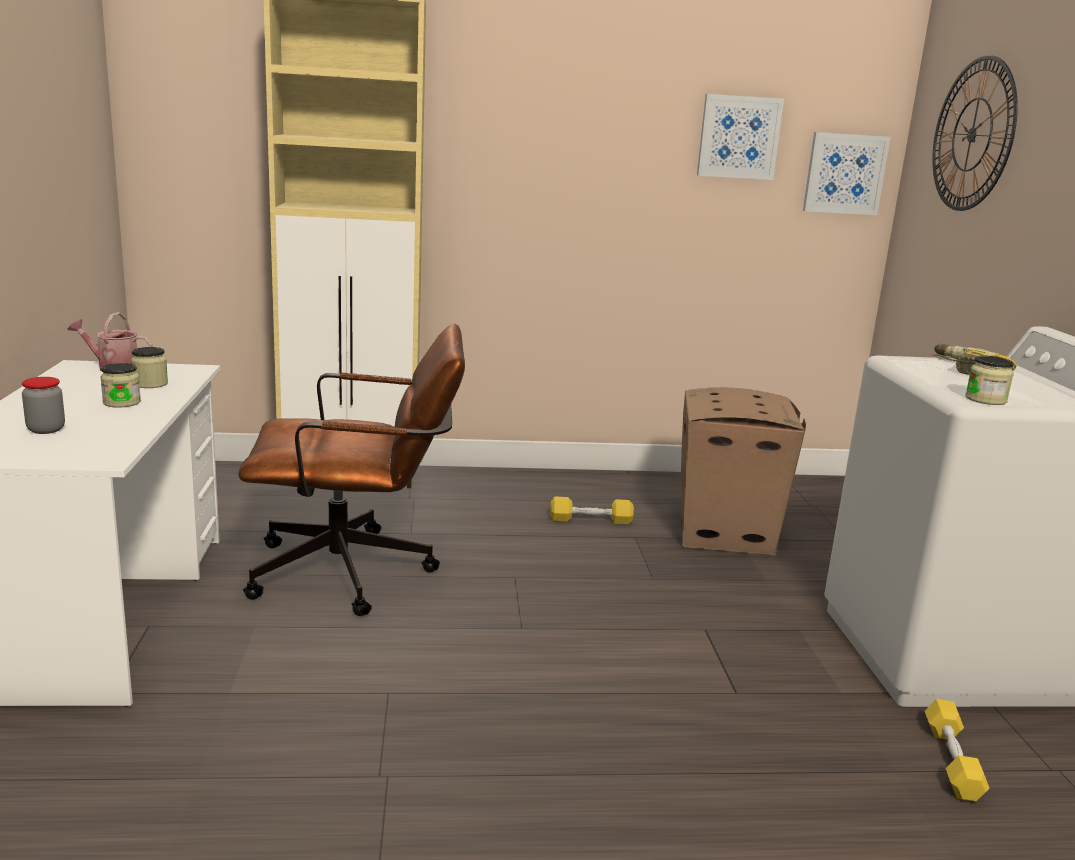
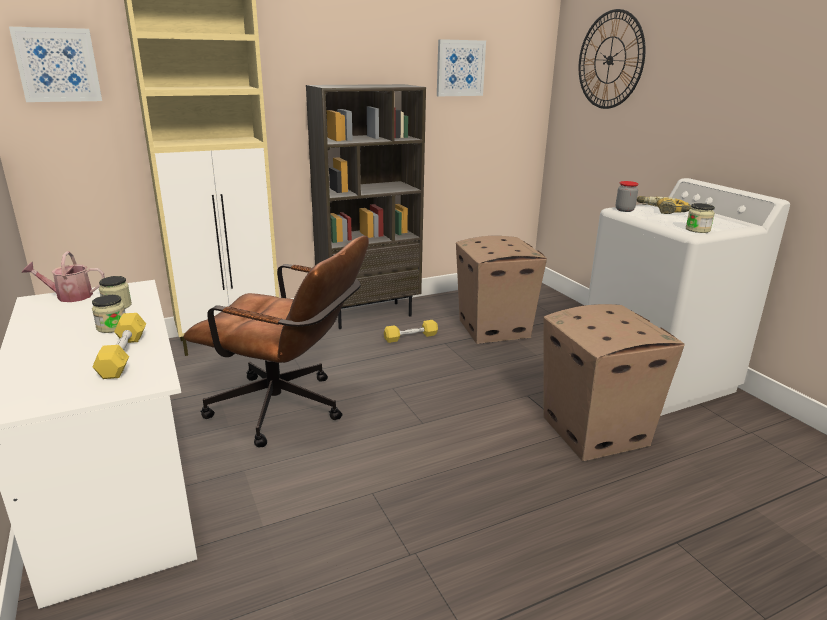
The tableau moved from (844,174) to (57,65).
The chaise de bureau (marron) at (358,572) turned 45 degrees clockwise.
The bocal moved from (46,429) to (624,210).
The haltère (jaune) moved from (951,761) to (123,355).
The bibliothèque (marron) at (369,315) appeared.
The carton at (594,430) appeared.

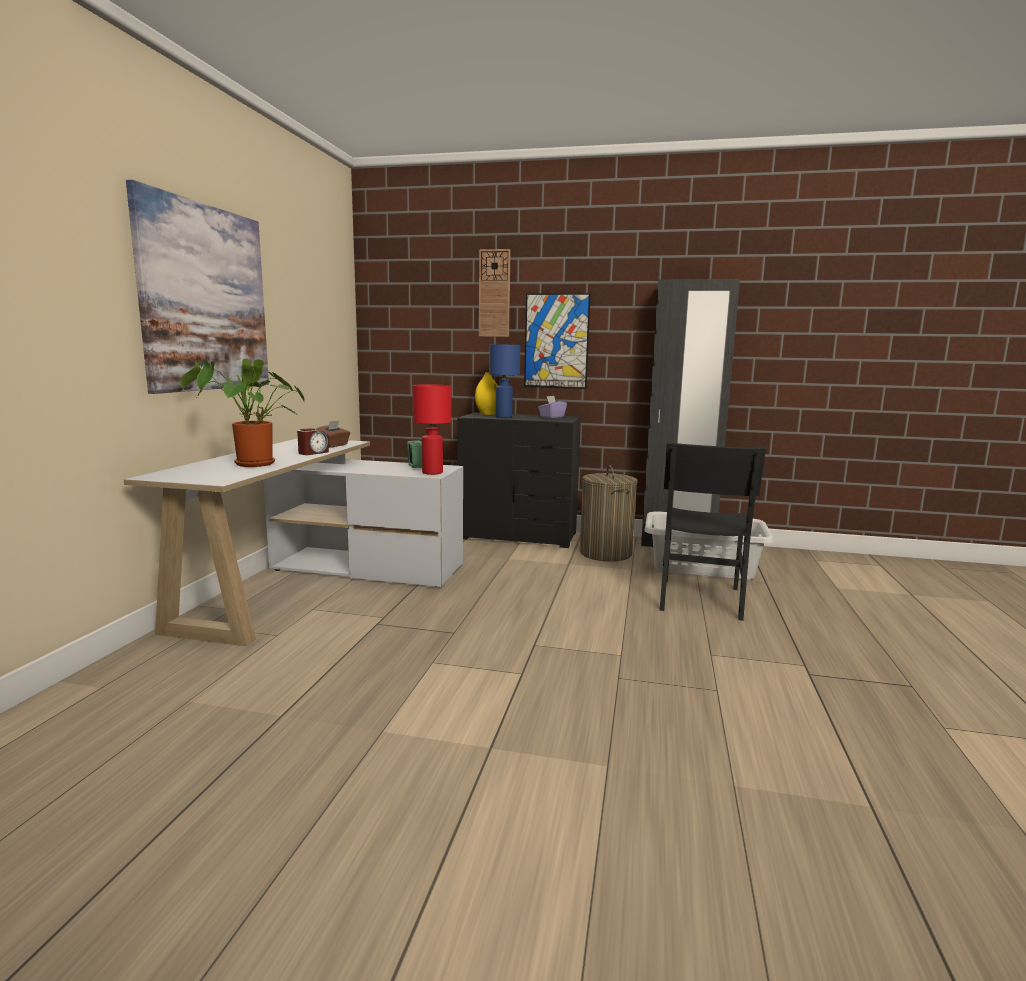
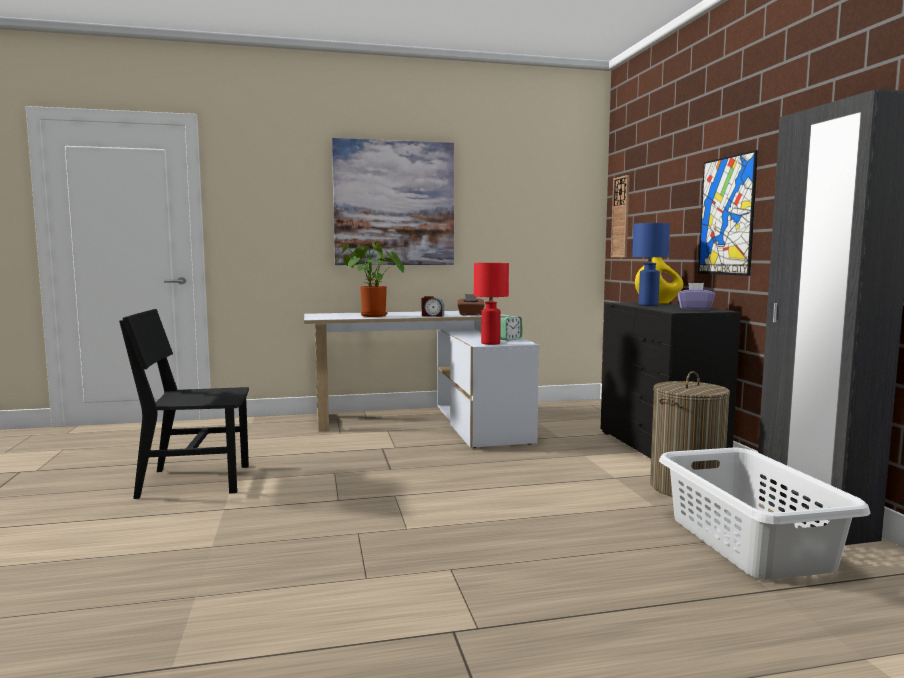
The horloge murale moved from (494,293) to (621,217).
The chaise (noir) moved from (700,598) to (195,481).

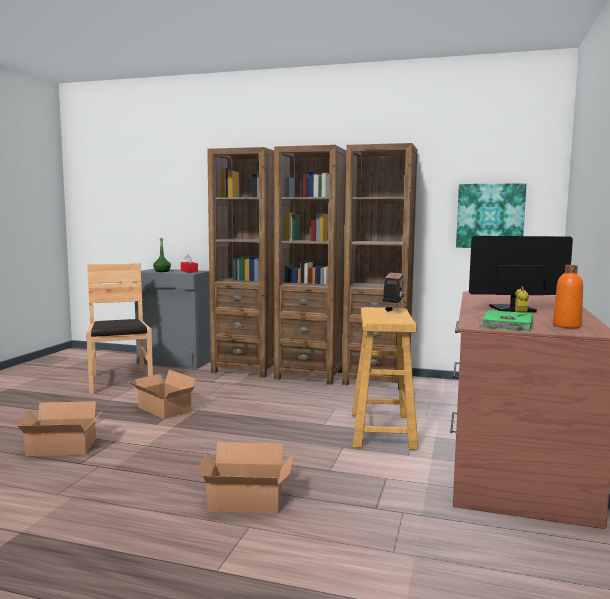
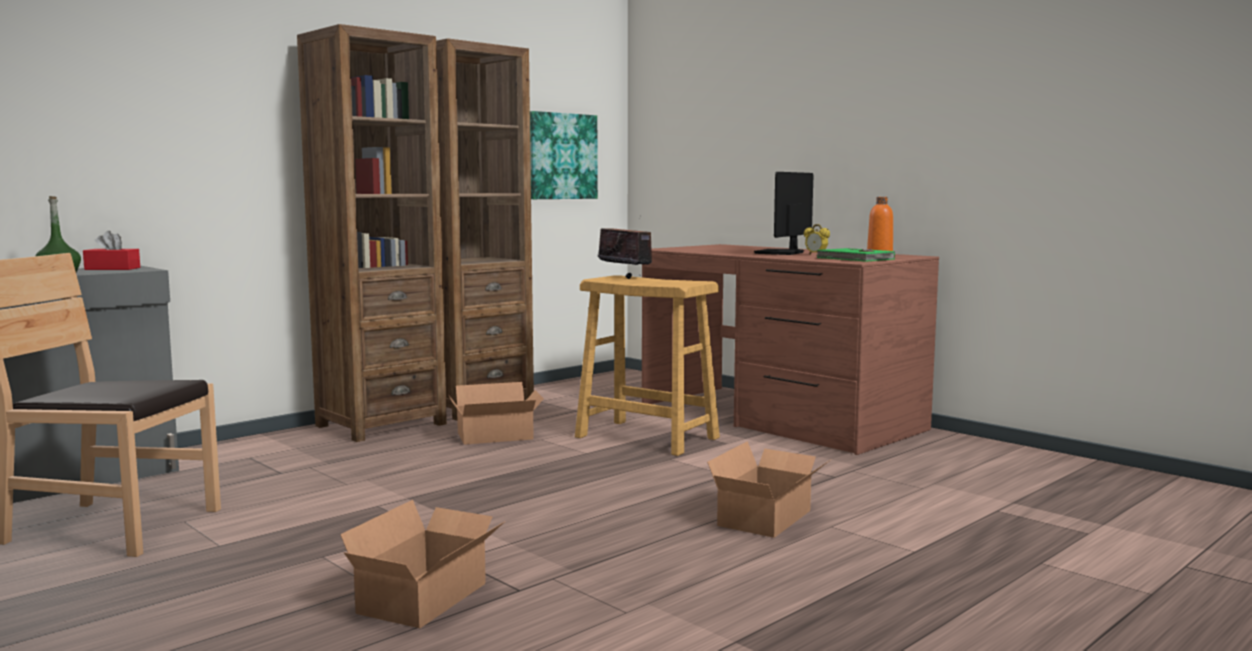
The bibliothèque (marron) at (246,369) disappeared.
The carton moved from (163,410) to (497,436).

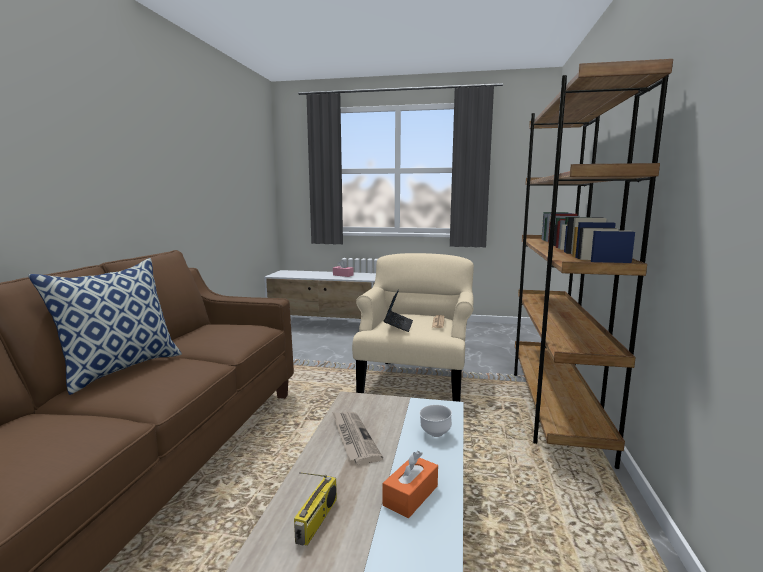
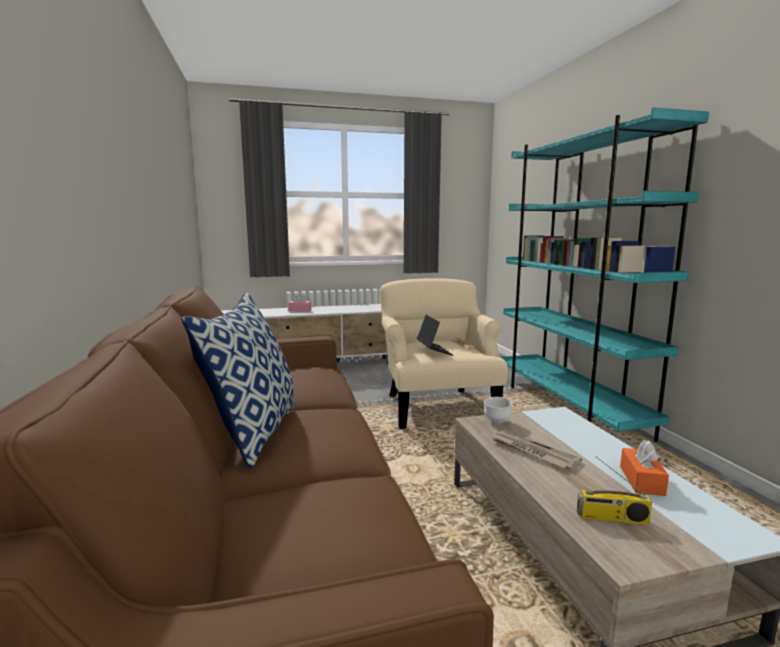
The bibliothèque (marron) at (554,406) became the bibliothèque (turquoise) at (568,406).
The bol (blanc) moved from (435,434) to (497,421).
The radio at (317,521) turned 105 degrees clockwise.

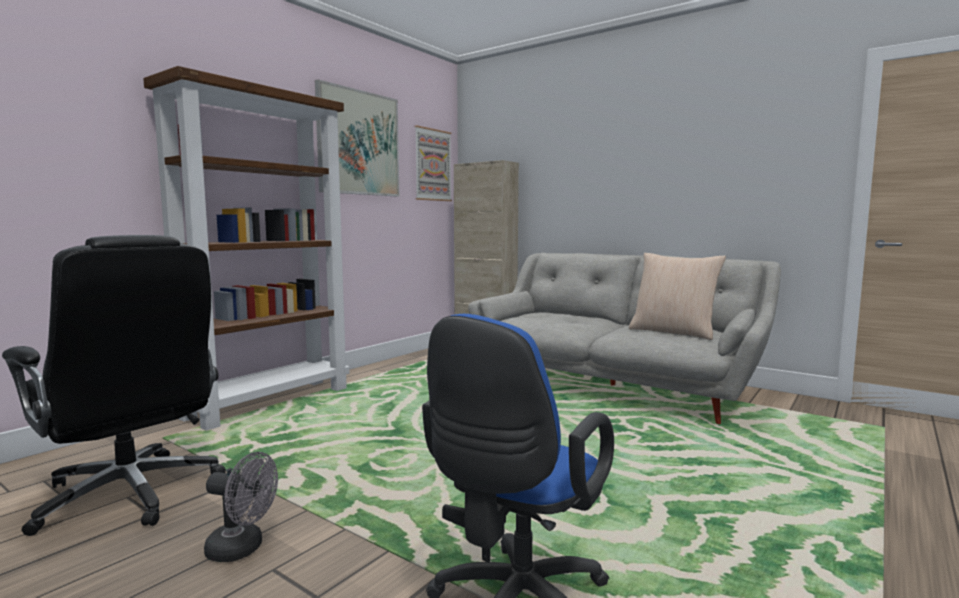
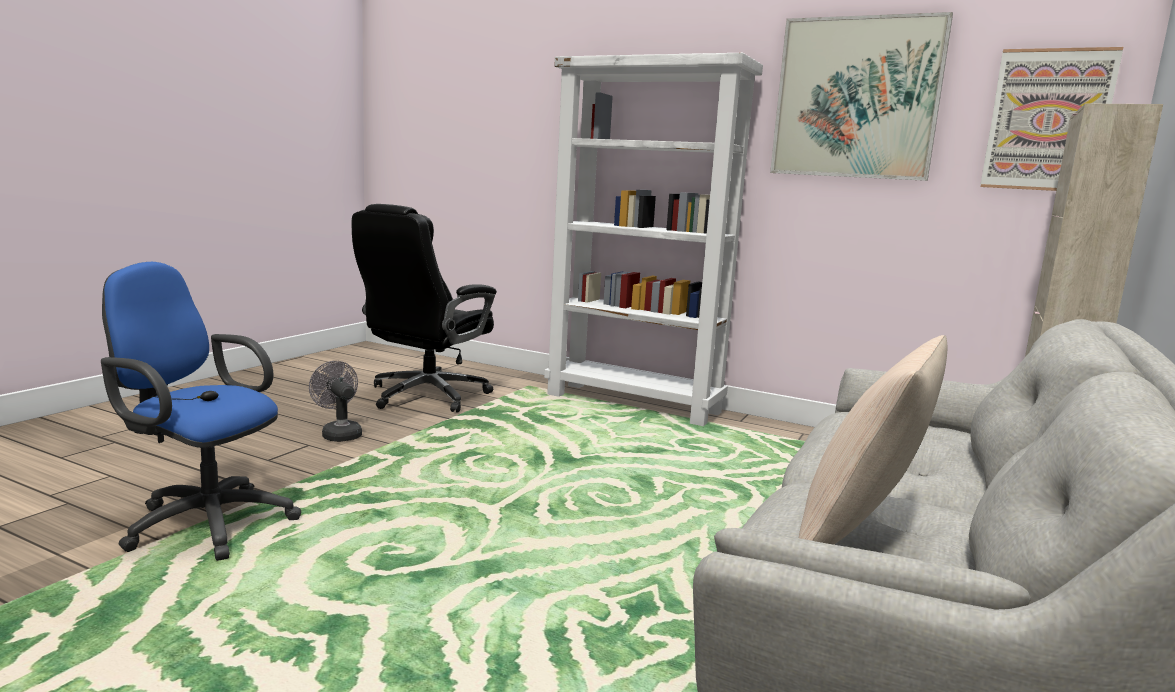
The bibliothèque (marron) at (270,402) became the bibliothèque (blanc) at (635,403).
The ventilateur (gris) at (242,549) turned 135 degrees clockwise.

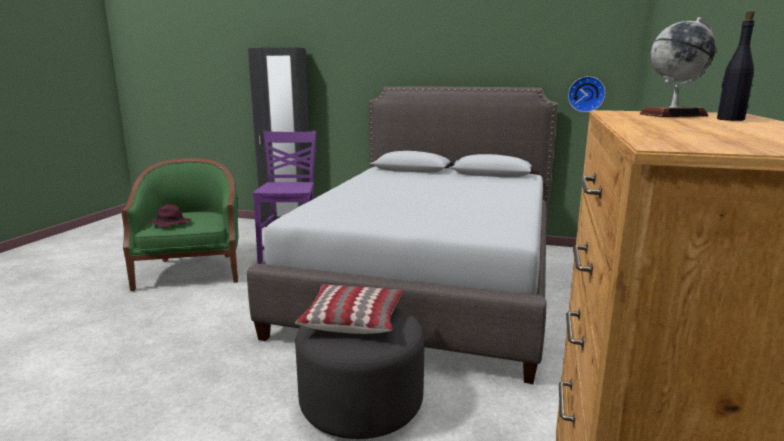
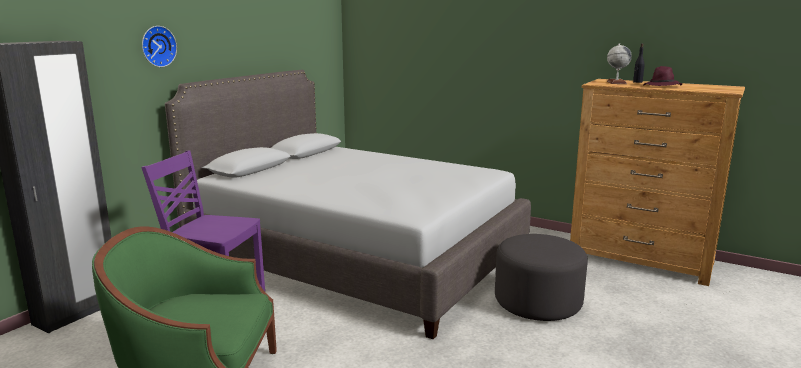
The horloge murale moved from (586,94) to (157,46).
The chapeau (violet) moved from (170,223) to (662,86).
The coussin at (353,319) disappeared.

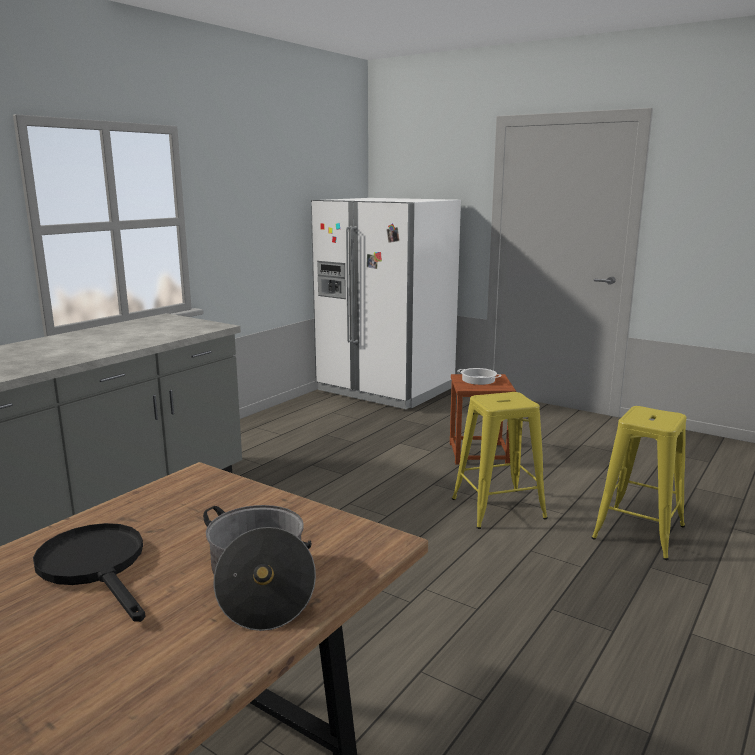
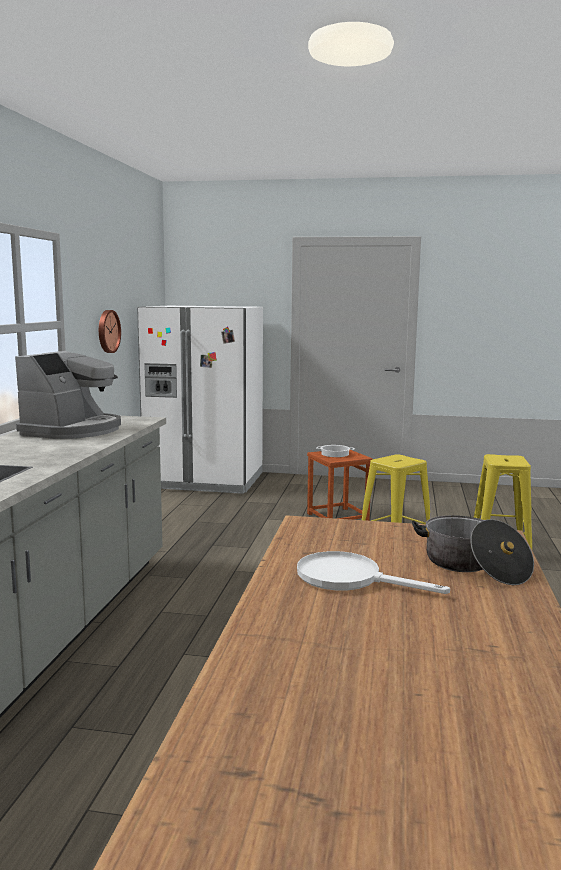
The poêle (noir) at (97,567) became the poêle (blanc) at (350,578).
The horloge murale at (107,331) appeared.
The machine à café at (73,430) appeared.

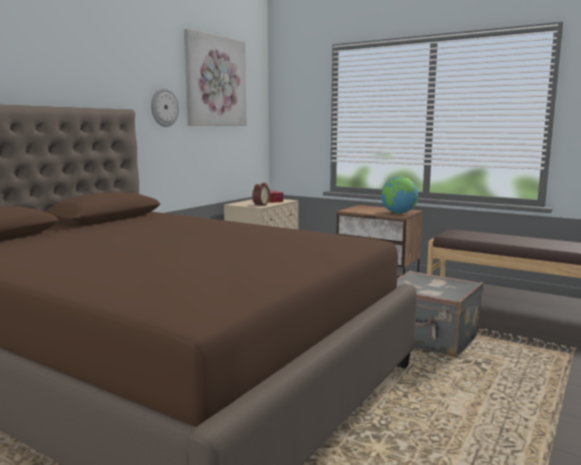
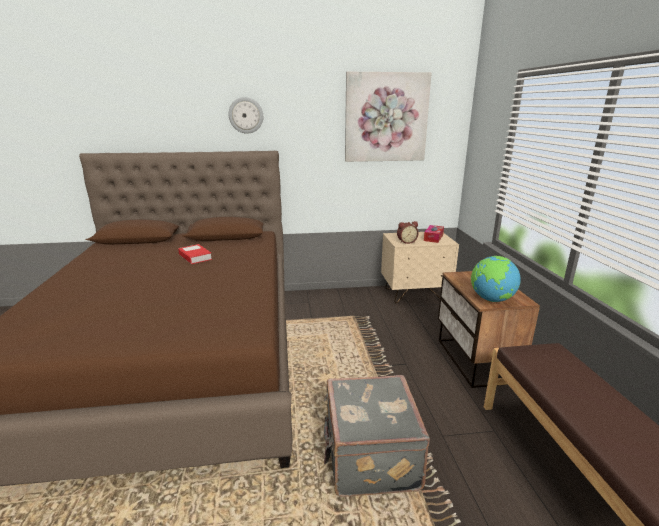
The horloge murale moved from (164,107) to (246,115).
The livre at (195,257) appeared.

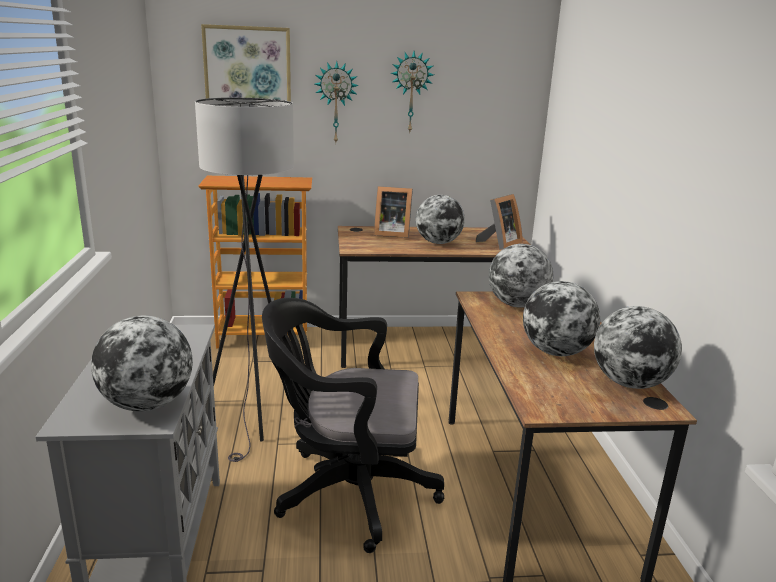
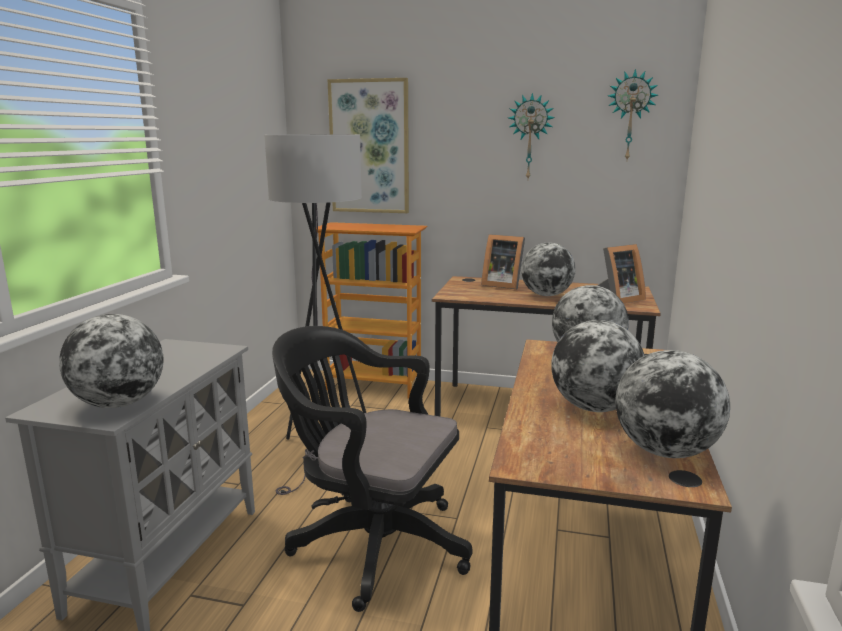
The horloge murale moved from (336,103) to (630,116).

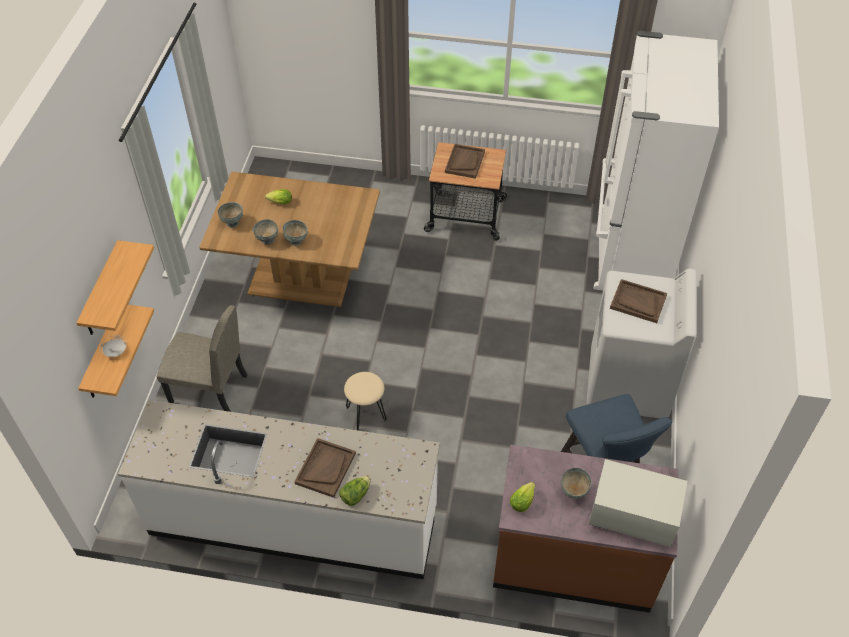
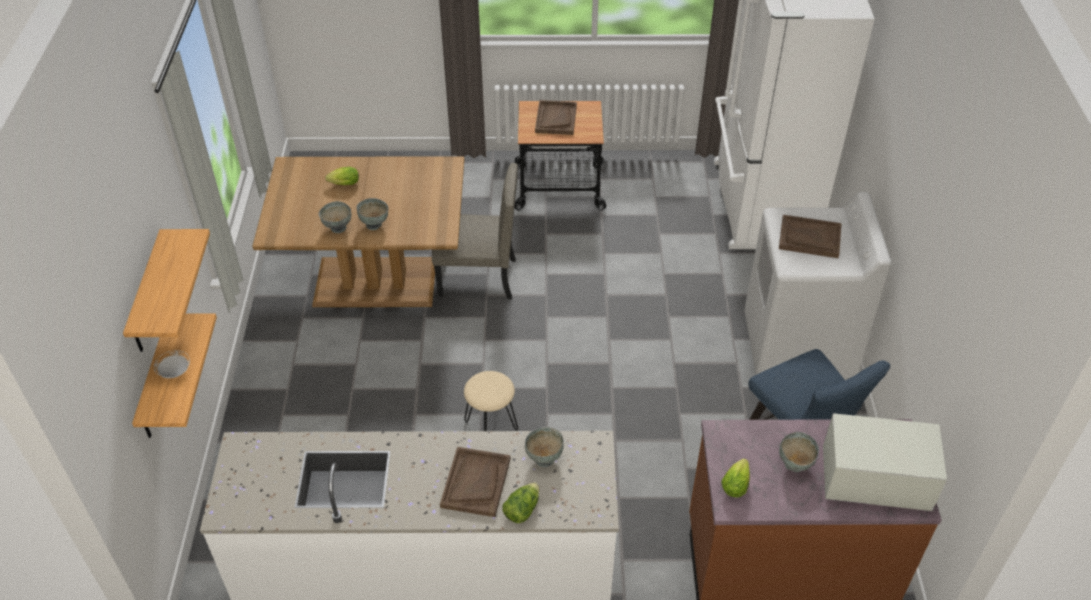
The bol (gris) moved from (232,222) to (544,458).
The chaise (beige) moved from (208,389) to (477,278).

